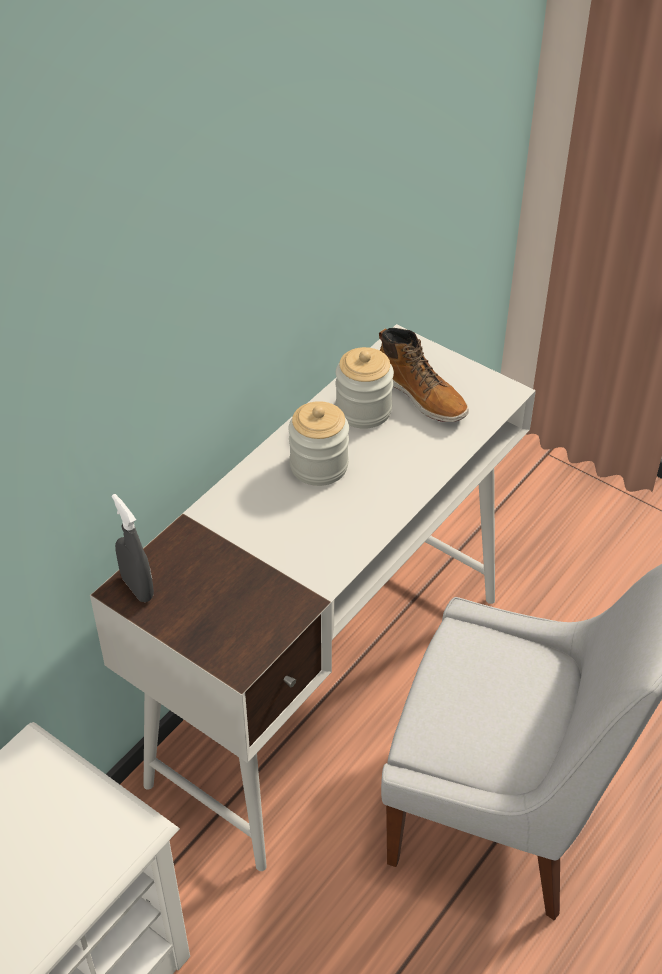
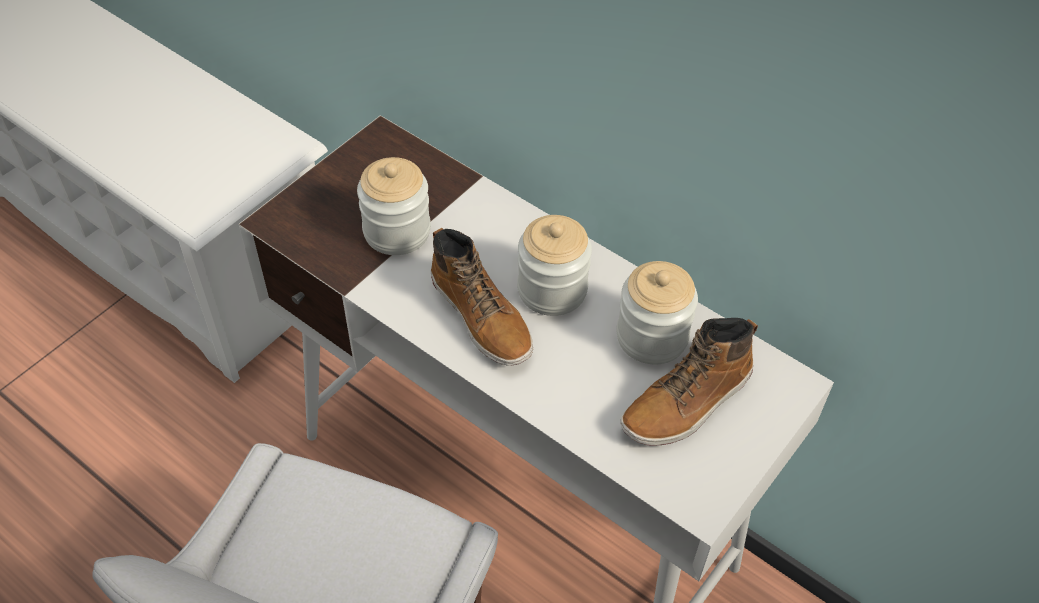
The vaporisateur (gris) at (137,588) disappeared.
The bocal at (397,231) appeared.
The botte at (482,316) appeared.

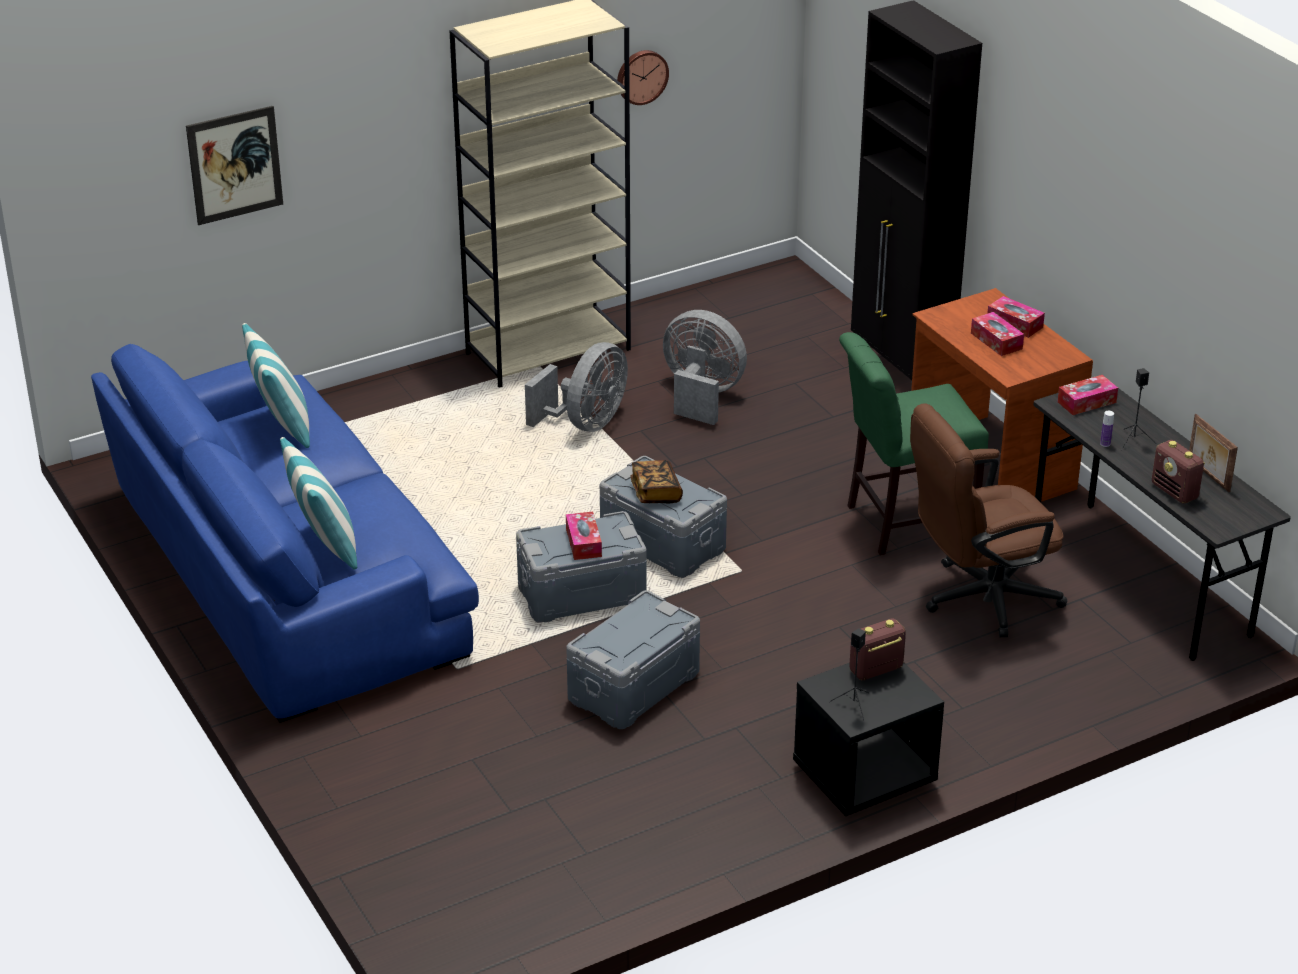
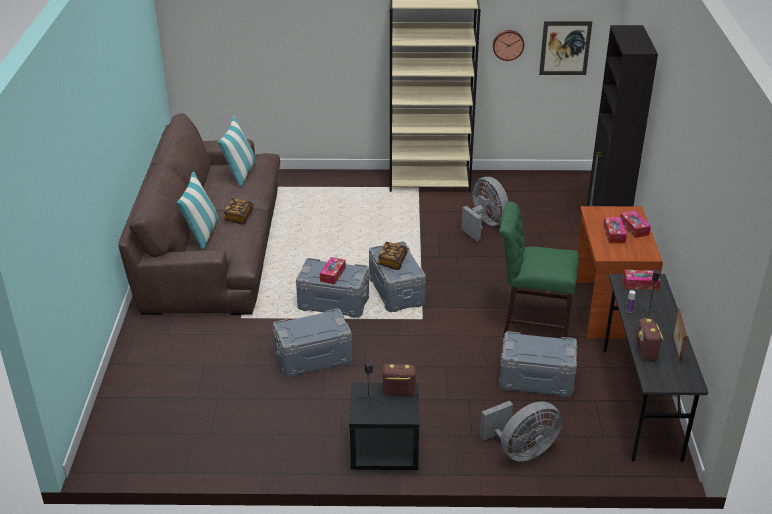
The tableau moved from (235,165) to (565,48).
The ventilateur (gris) moved from (585,423) to (521,451).
The canapé (bleu) at (285,572) became the canapé (marron) at (212,246).
The chaise de bureau (marron) at (979,599) was replaced by the boîte de rangement (gris) at (536,379).
The livre at (238,217) appeared.

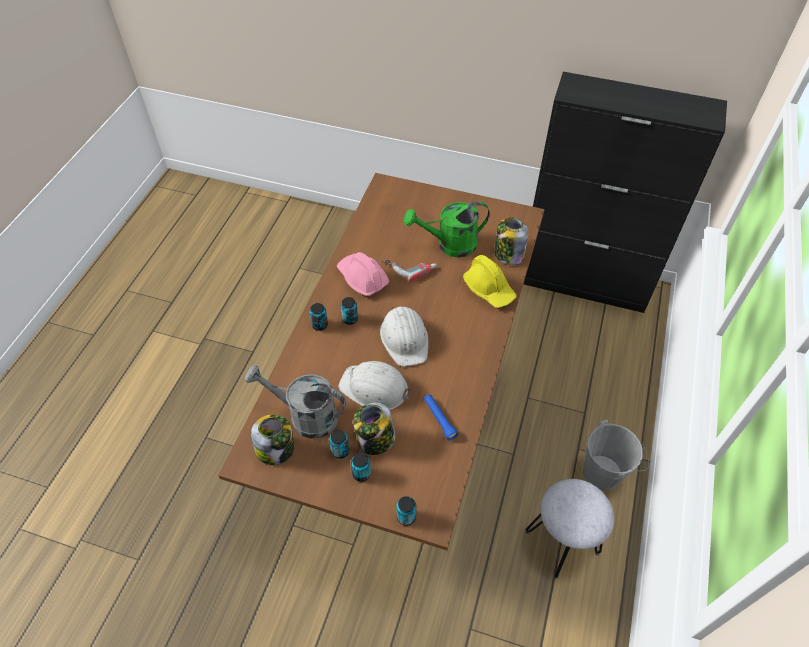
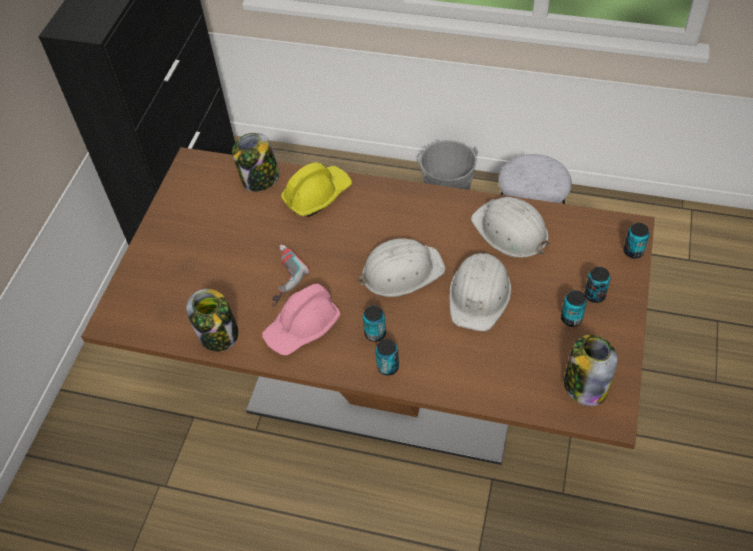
The arrosoir (vert) at (449,245) disappeared.
The arrosoir (gris) at (305,416) disappeared.
The lampe de poche (bleu) at (439,419) was replaced by the casque de chantier (blanc) at (510,231).
The bocal moved from (375,440) to (218,334).

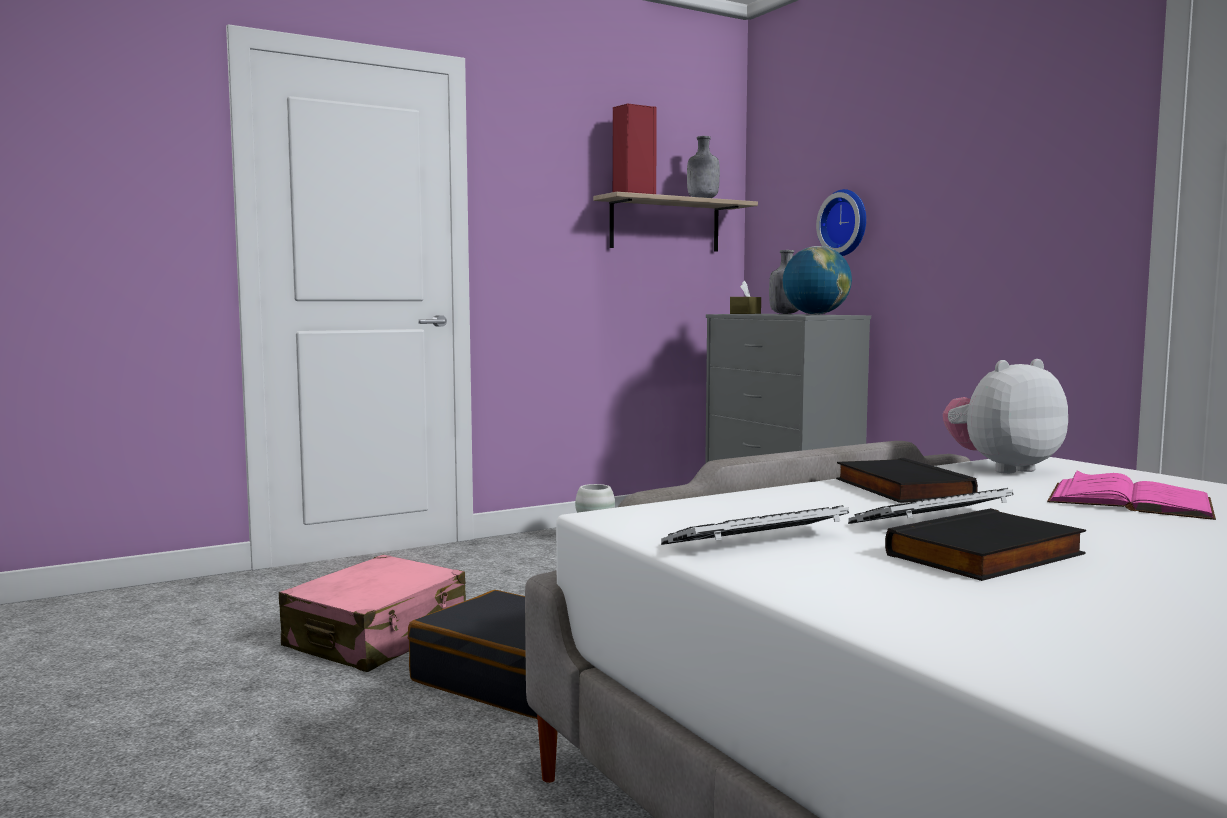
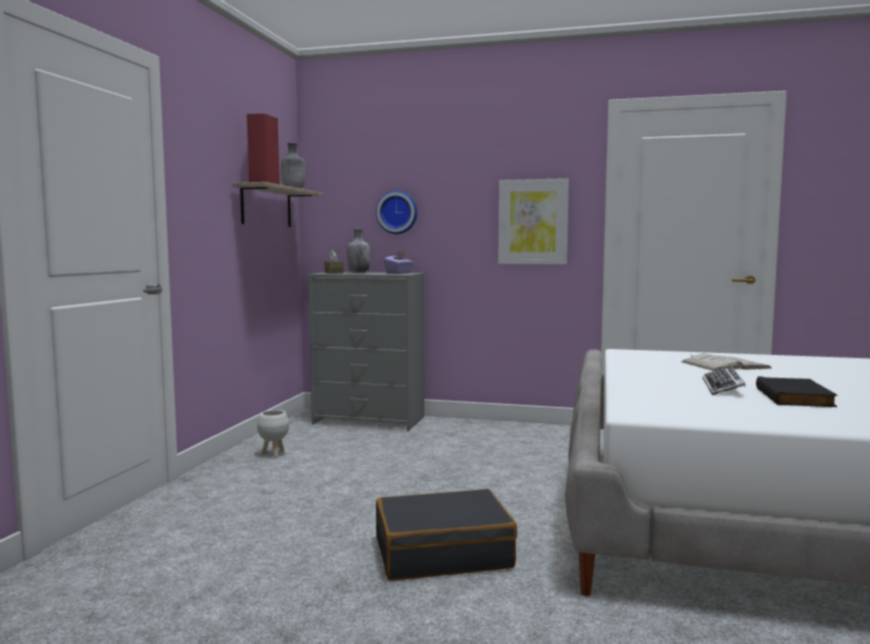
The globe at (816,314) was replaced by the boîte à mouchoirs (violet) at (399,273).
The peluche at (1002,468) disappeared.
The livre (noir) at (899,489) disappeared.
The livre (rose) at (1129,500) became the livre (blanc) at (725,365).
The clavier at (757,541) disappeared.
The valise (rose) at (377,637) disappeared.
The tableau at (533,222) appeared.

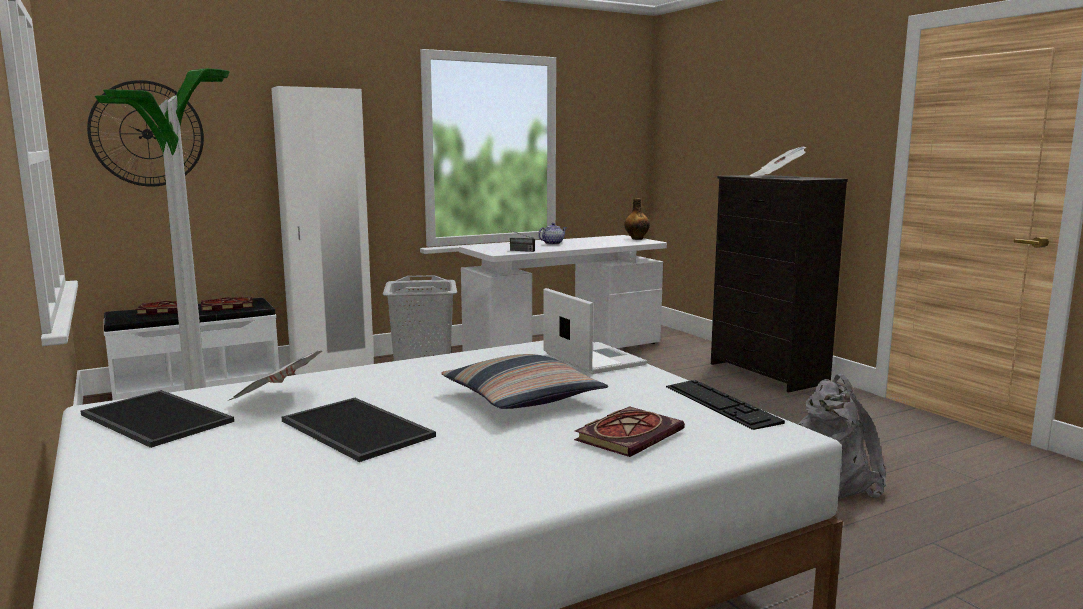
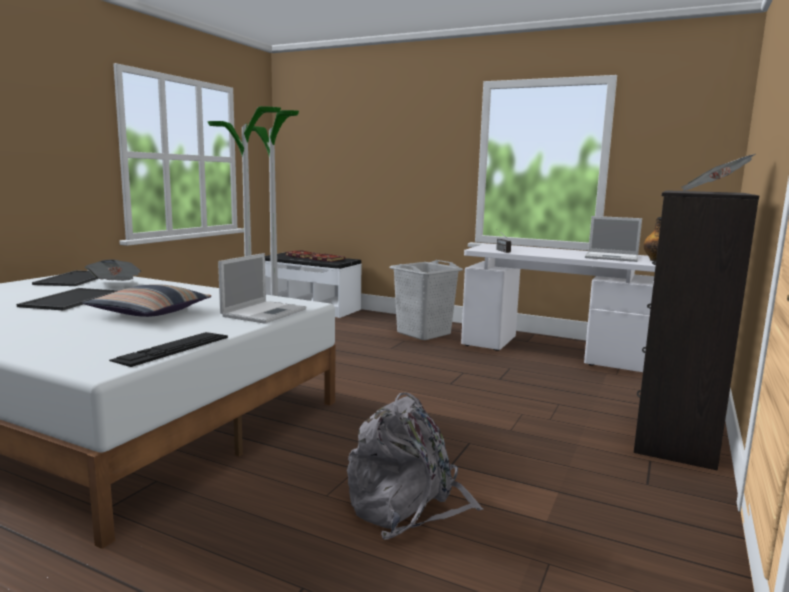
The horloge murale at (147,134) disappeared.
The armoire (blanc) at (332,367) disappeared.
The théière at (553,243) disappeared.
The livre at (629,434) disappeared.
The ordinateur portable at (612,257) appeared.

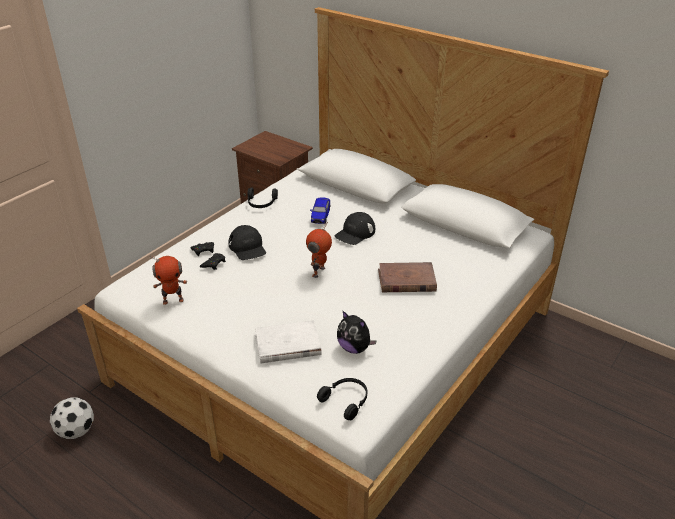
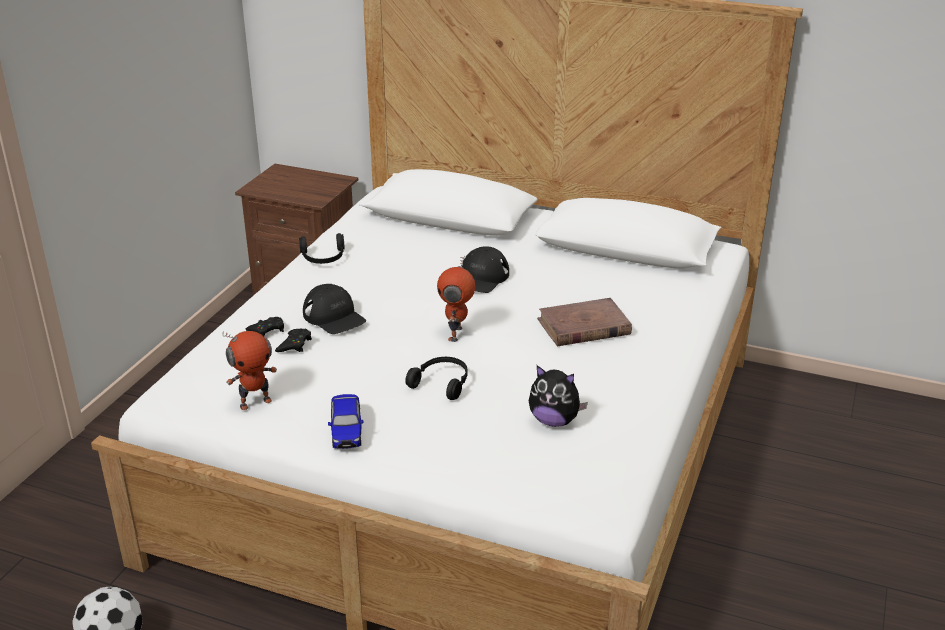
The petite voiture moved from (320,216) to (346,432).
The livre (blanc) at (287,345) disappeared.
The casque audio (noir) moved from (346,400) to (442,383).

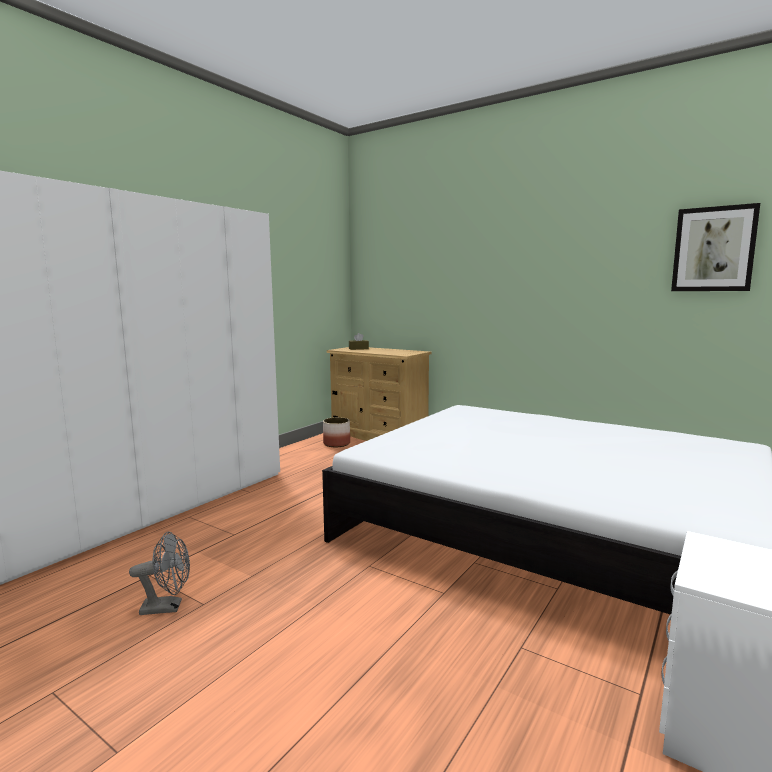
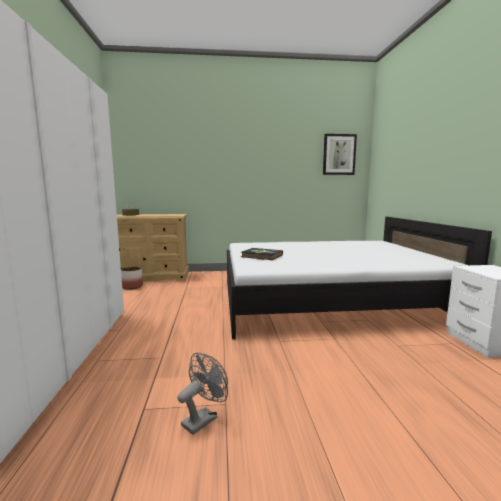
The livre at (261,256) appeared.

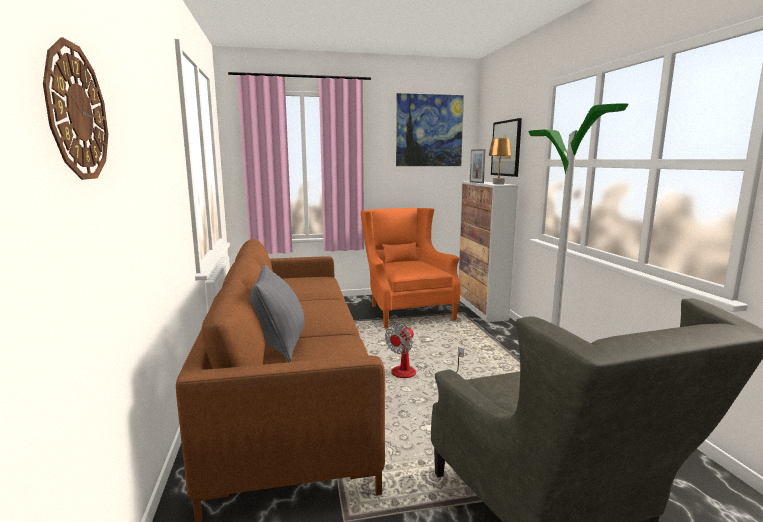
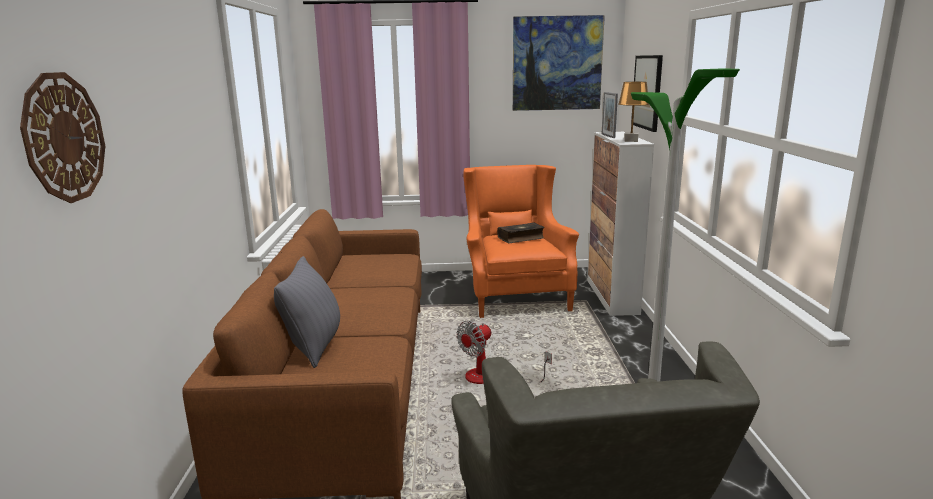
The livre at (521,238) appeared.

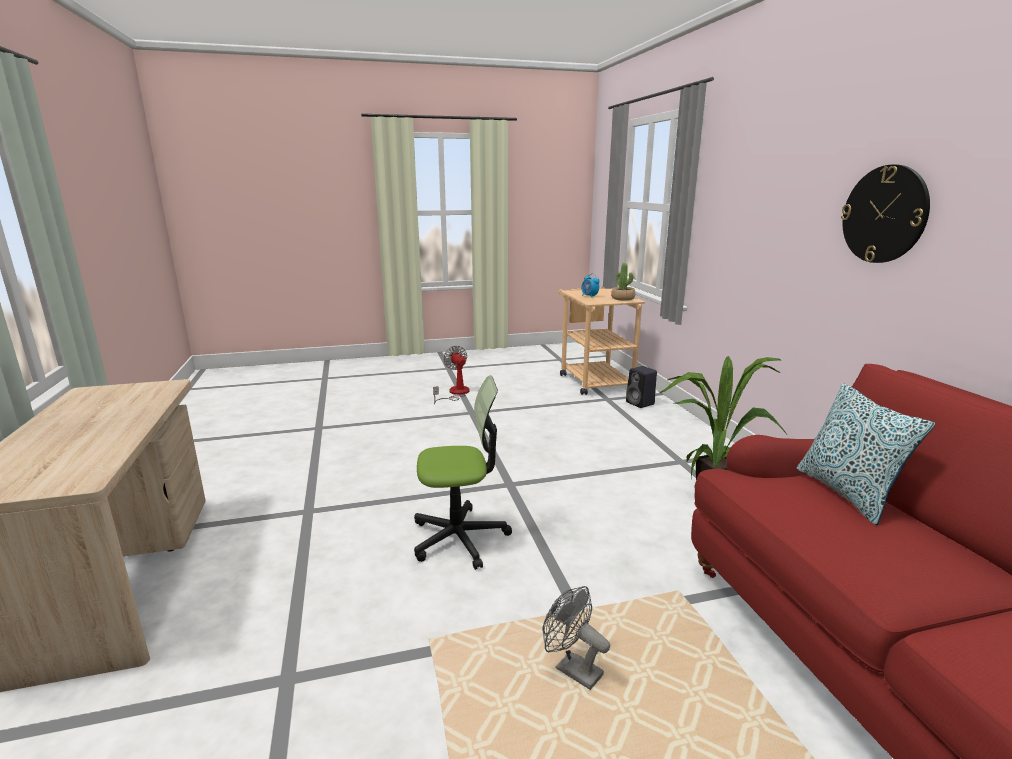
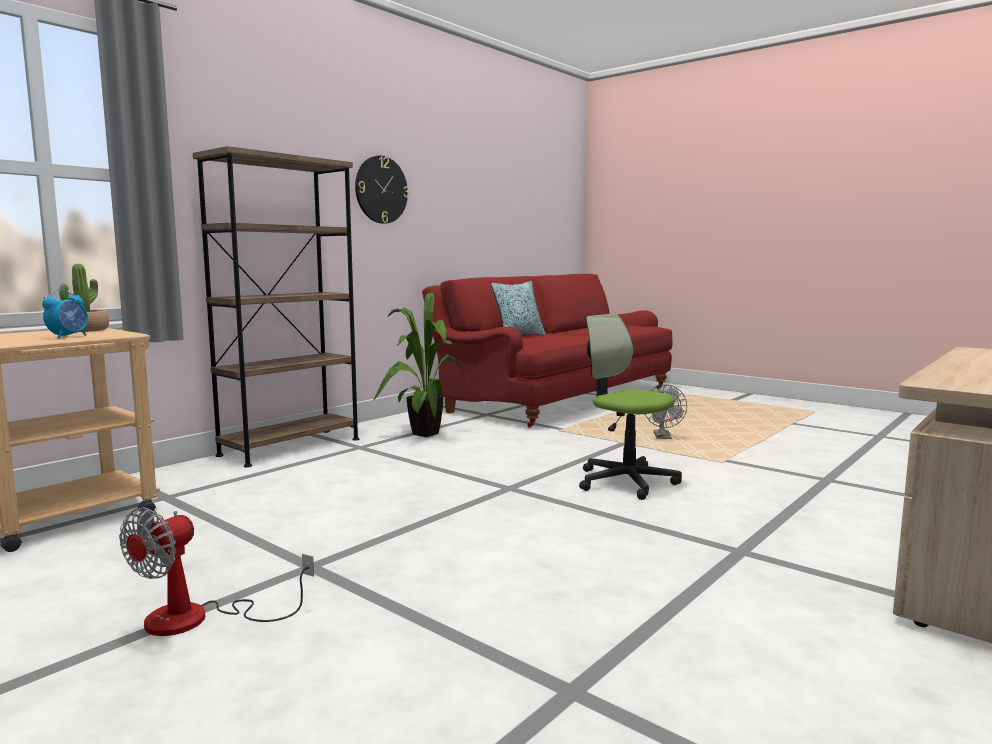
The enceinte (noir) at (641,403) disappeared.
The bibliothèque (marron) at (290,447) appeared.

